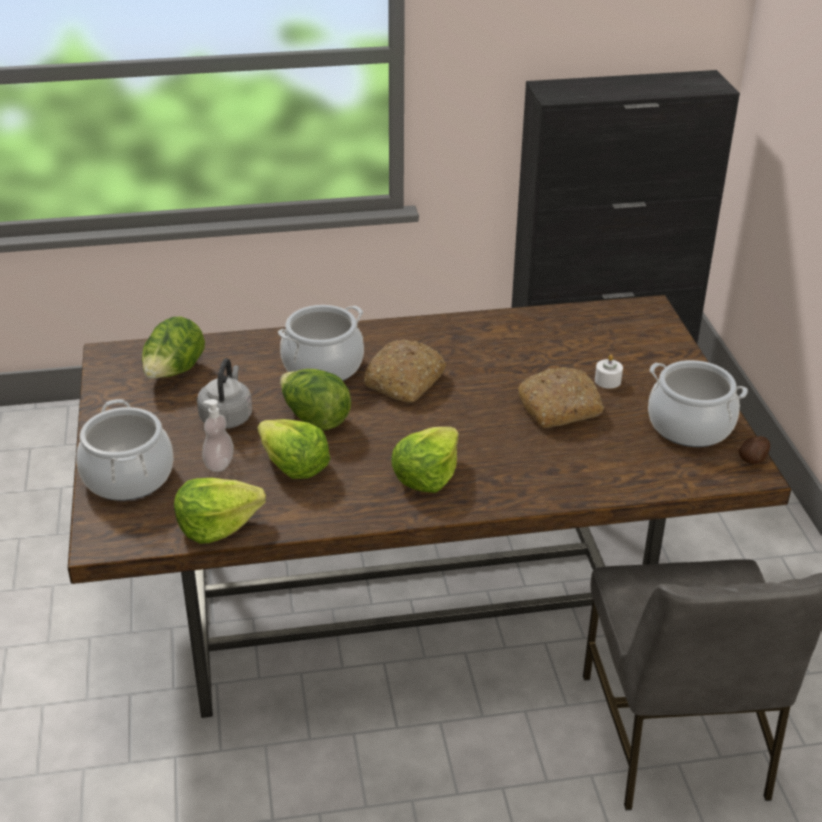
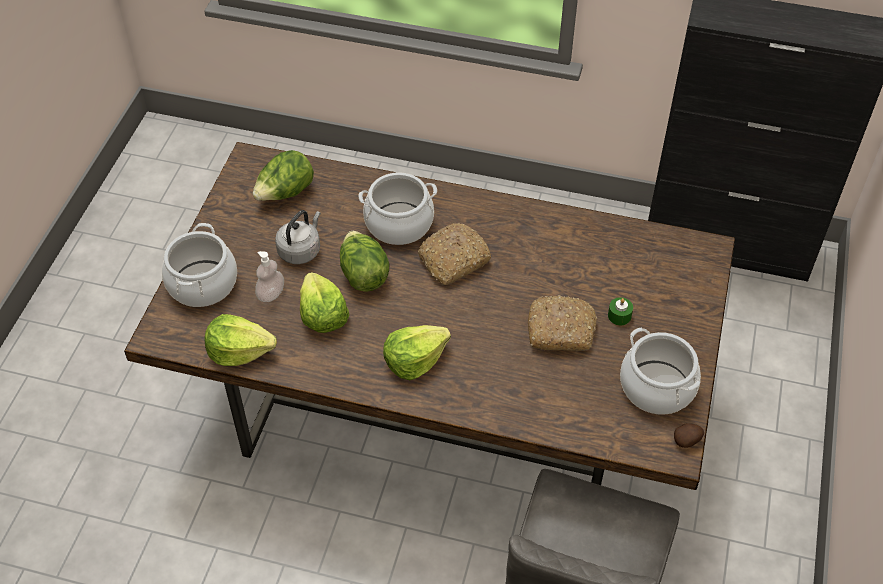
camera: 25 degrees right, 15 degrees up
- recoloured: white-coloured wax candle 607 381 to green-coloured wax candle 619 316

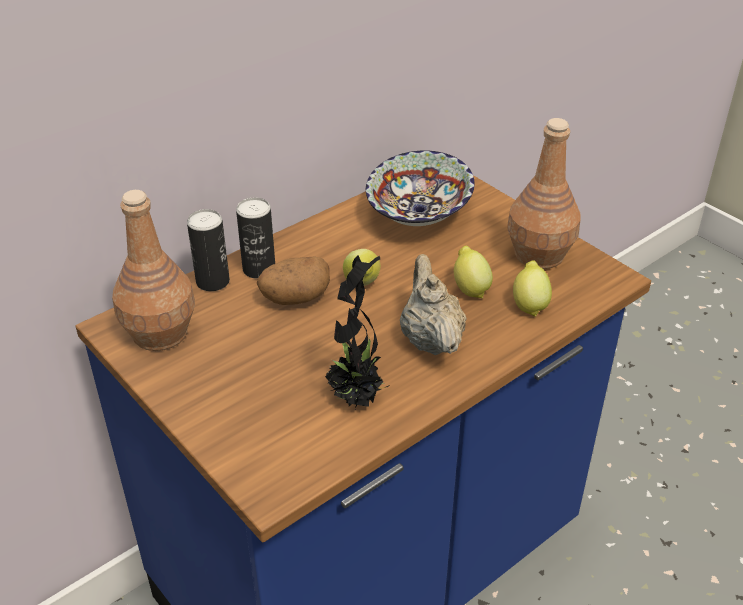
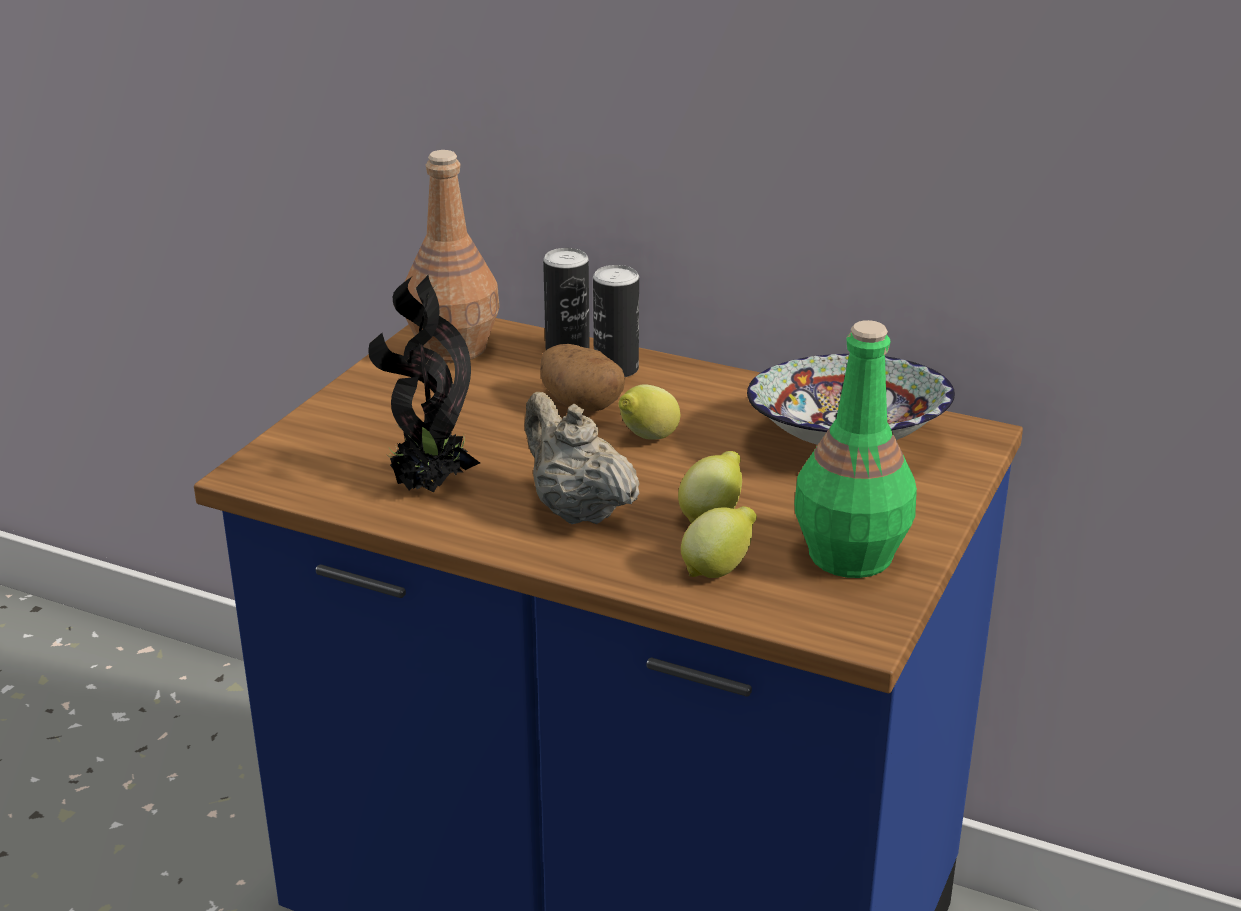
camera: 65 degrees right, 10 degrees down
- turned: beige-coloured teapot 430 339 = 577 510 90 degrees counterclockwise
- recoloured: brown drink bottle 539 255 to green-coloured drink bottle 849 556

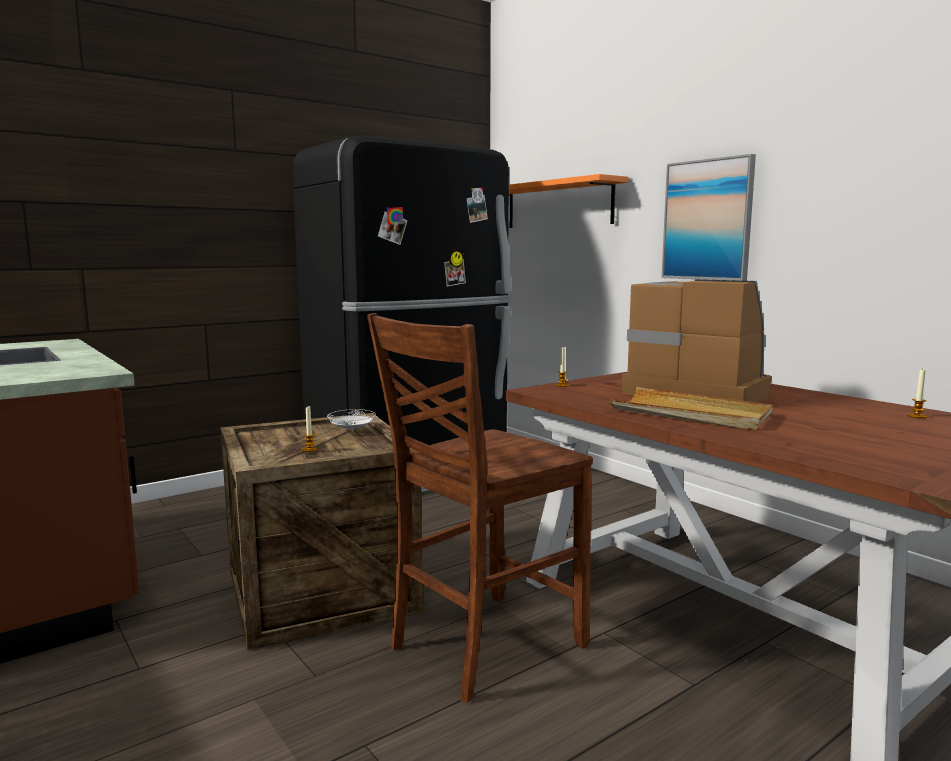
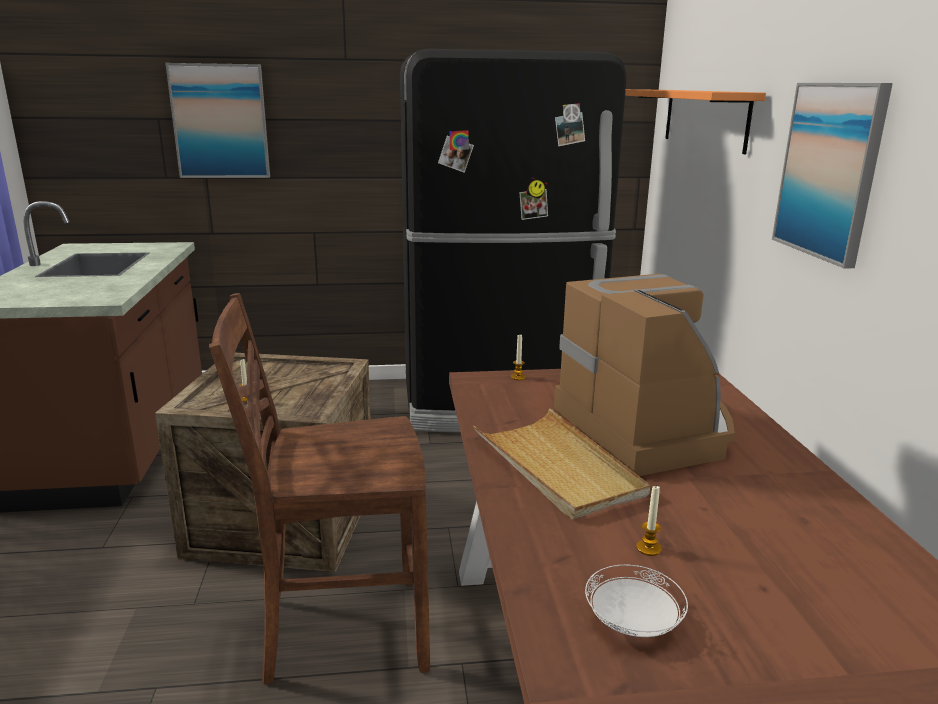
camera: 30 degrees right, 10 degrees up
- moved: white-coloured dinner plate 352 430 to 633 623
- moved: wax candle 917 416 to 648 548
- added: wall picture 220 121

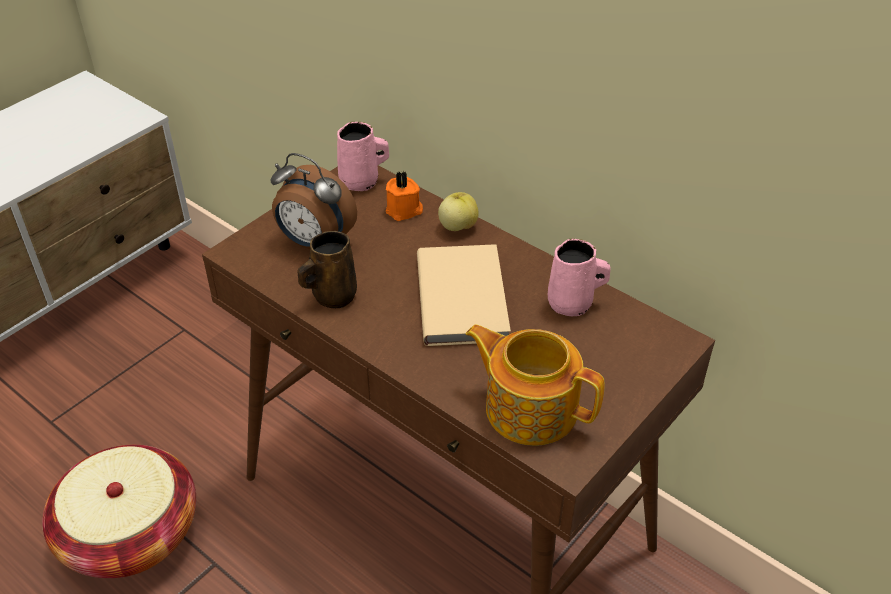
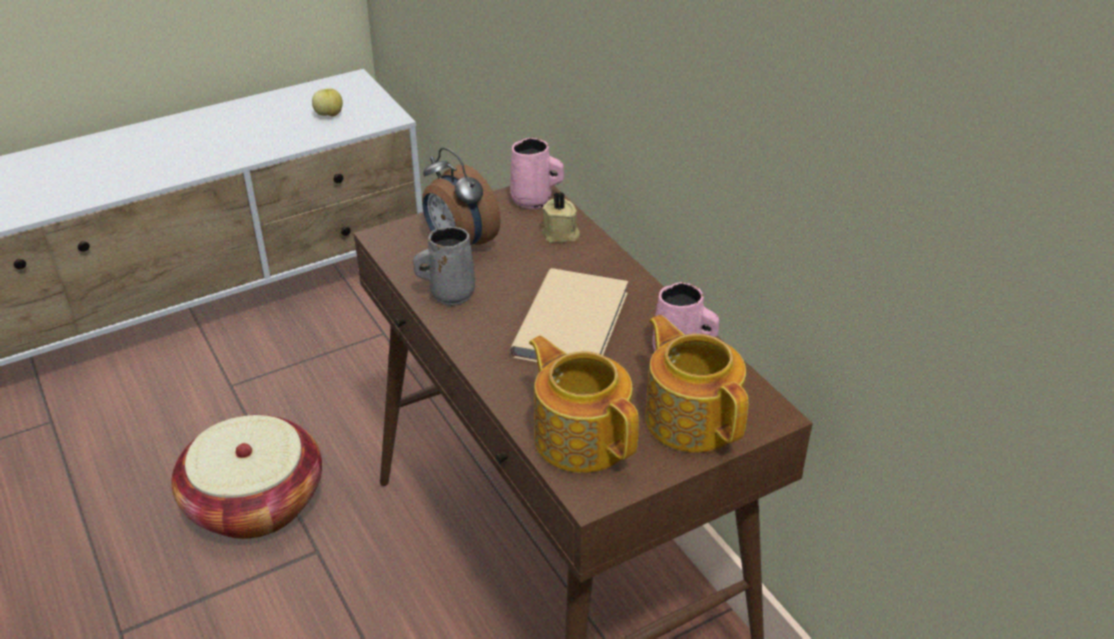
camera: 20 degrees right, 5 degrees down
- recoloured: brown tea mug 332 296 to greyish tea mug 449 294
- recoloured: orange wax candle 404 210 to beige-coloured wax candle 561 234
- moved: apple 457 226 to 329 115
- added: teapot 691 417

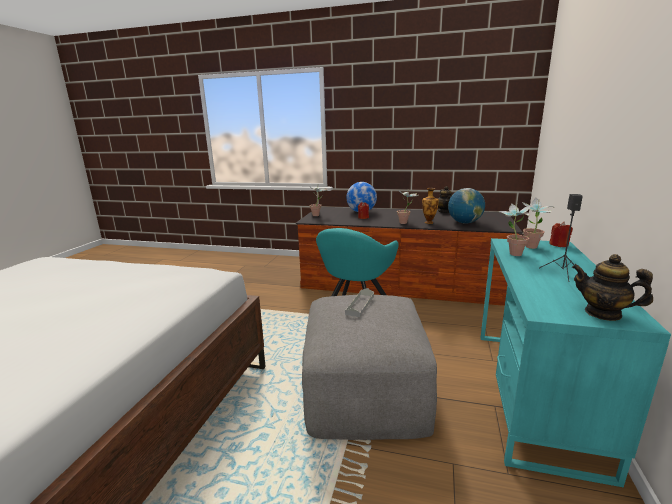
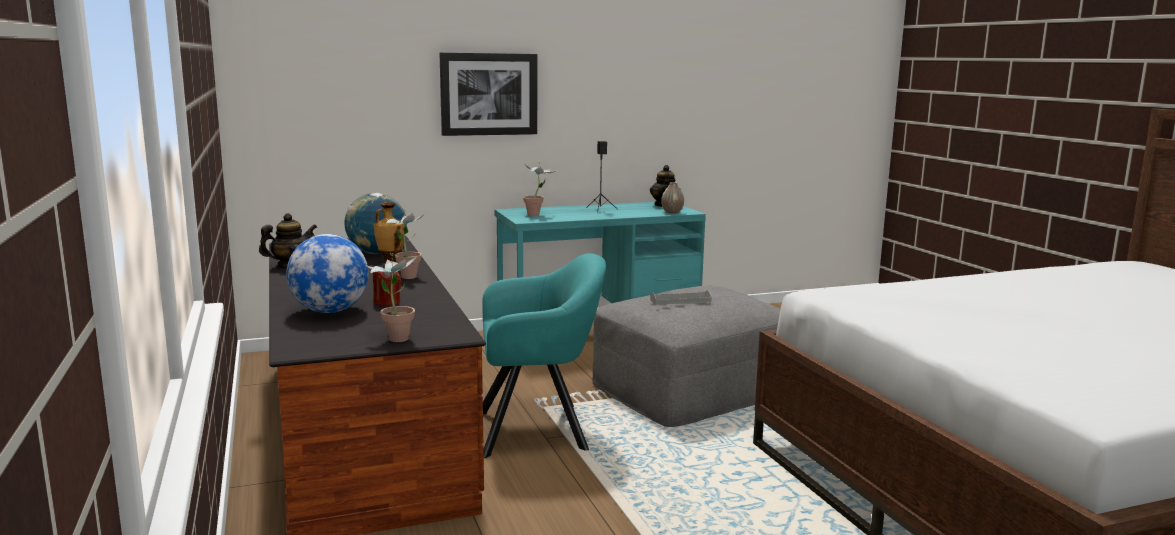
camera: 125 degrees left, 5 degrees down
- removed: houseplant 511 254
- removed: red wax candle 559 245
- added: wall picture 489 94
- added: flower vase 672 212

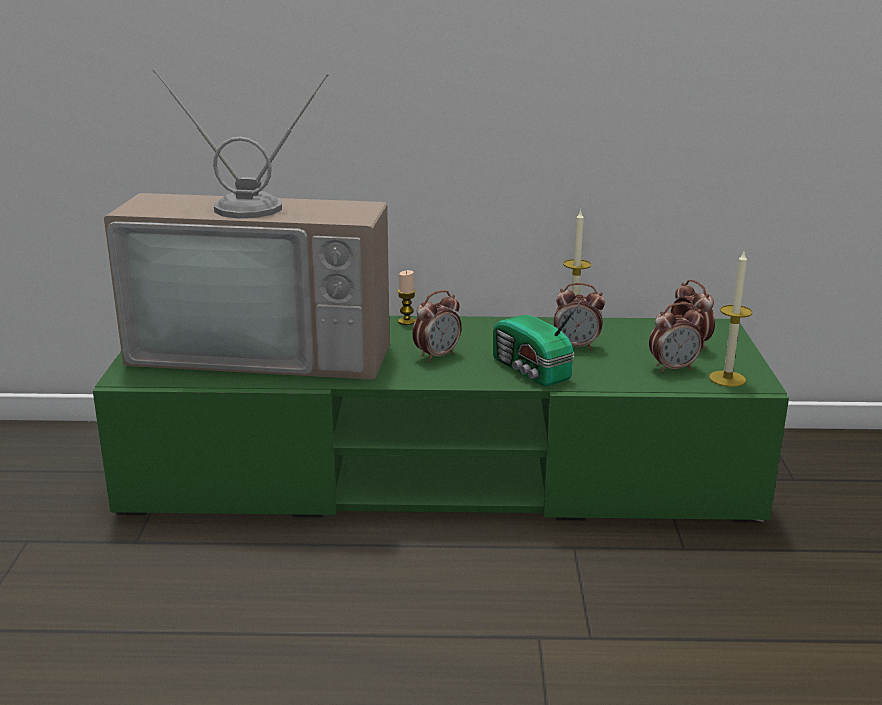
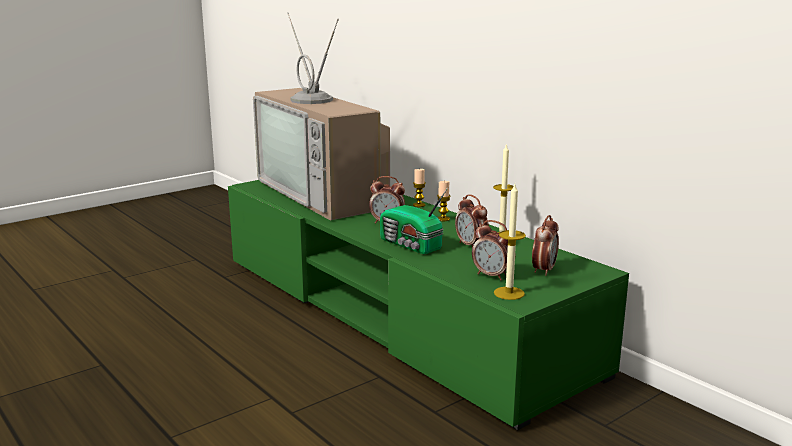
camera: 50 degrees right, 5 degrees down
- turned: radio 530 371 = 410 245 60 degrees counterclockwise
- added: wax candle 443 219

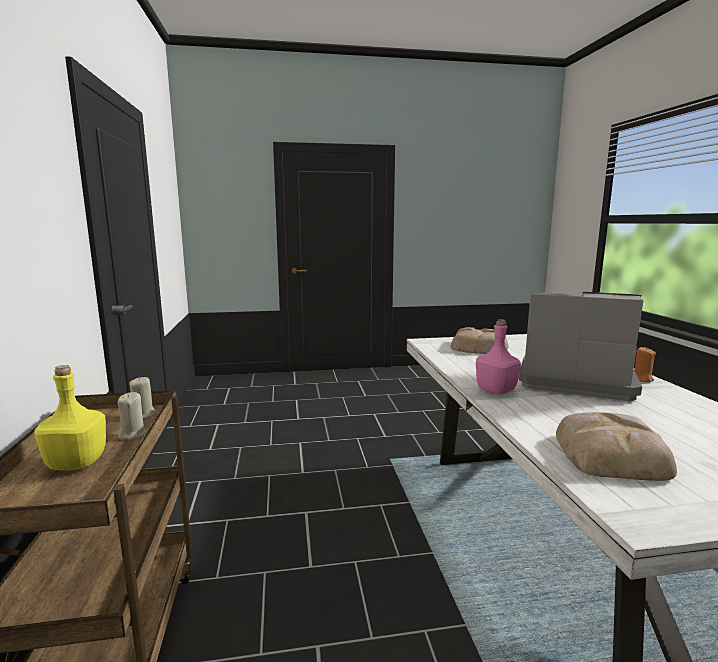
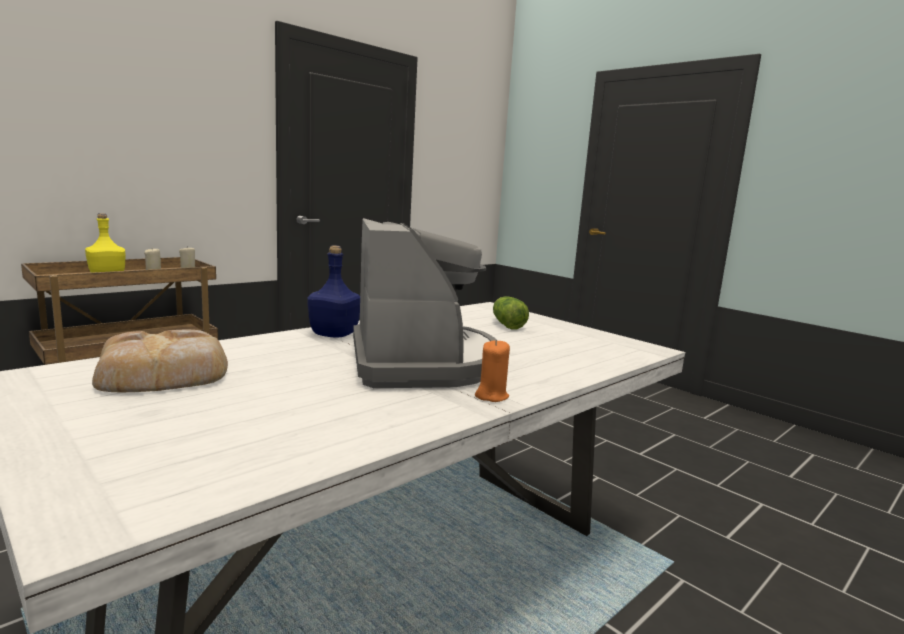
camera: 55 degrees right, 0 degrees up
- replaced: bread 479 347 to lettuce 507 324
- recoloured: pinkish drink bottle 495 390 to blue-coloured drink bottle 333 334

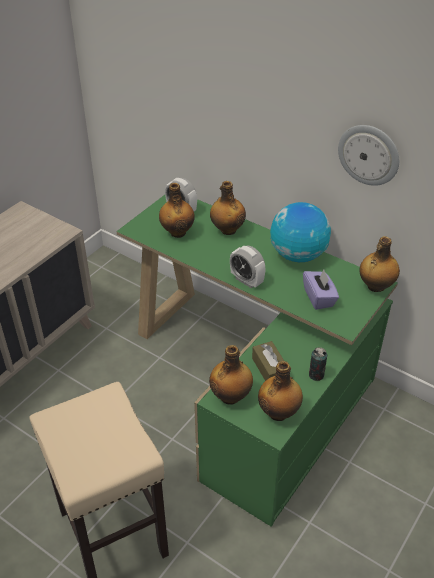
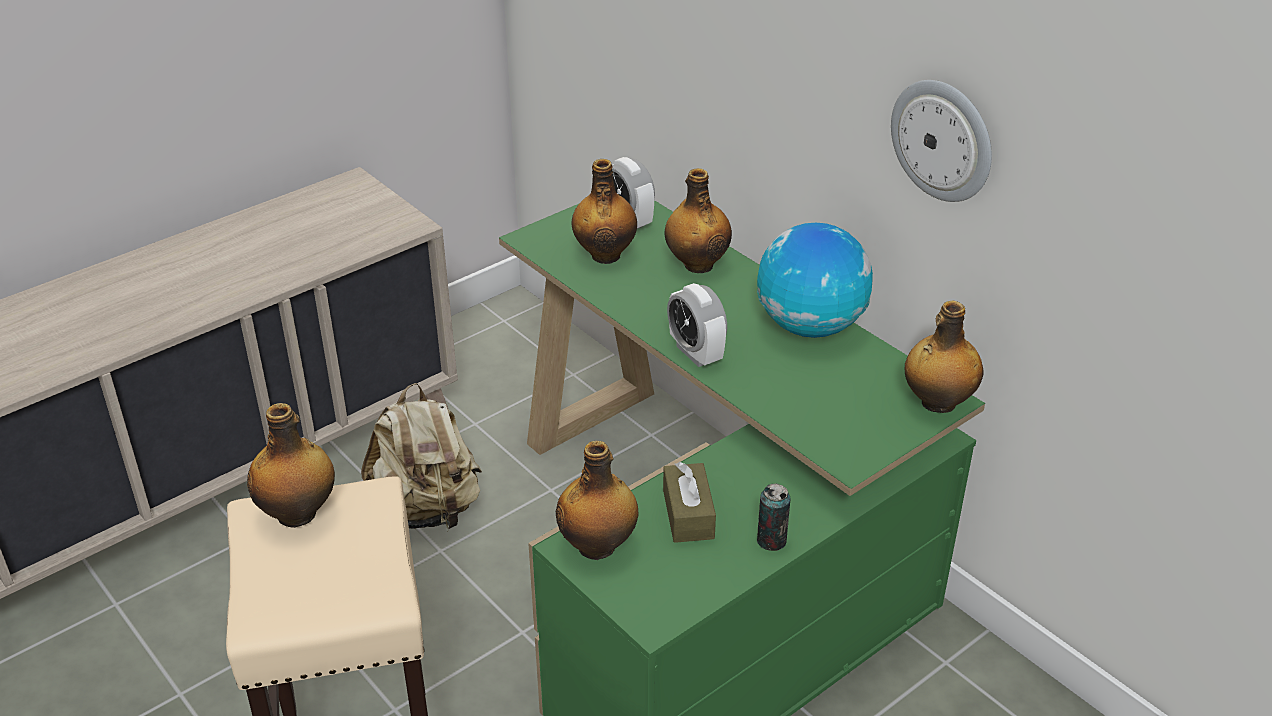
camera: 15 degrees right, 5 degrees down
- moved: drink bottle 279 412 to 298 513
- removed: purplish tissue holder 319 298
- added: beige-coloured backpack 426 510

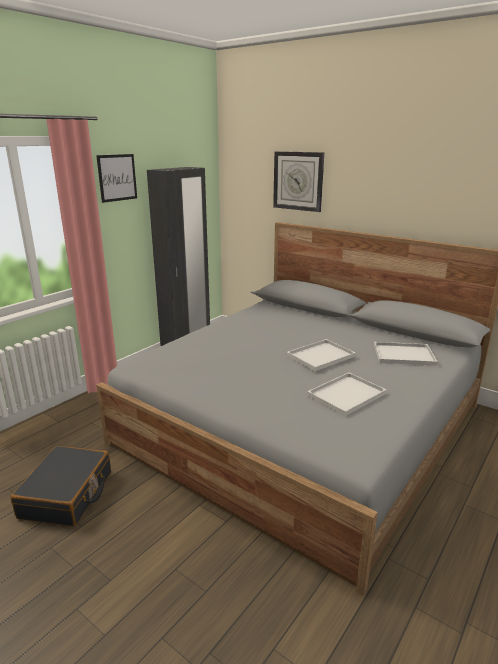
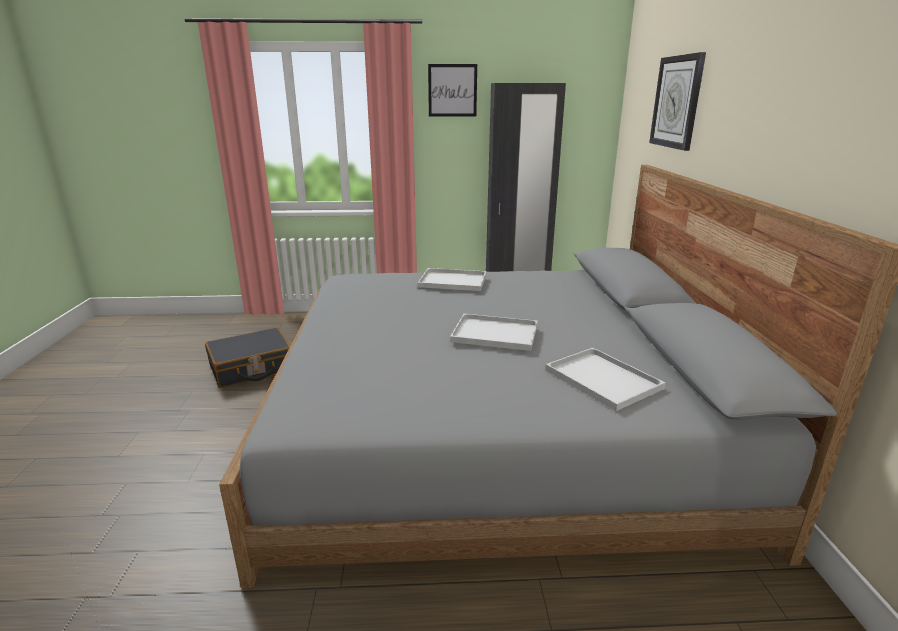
camera: 50 degrees right, 0 degrees up
- moved: white-coloured carrying tray 347 394 to 454 281

